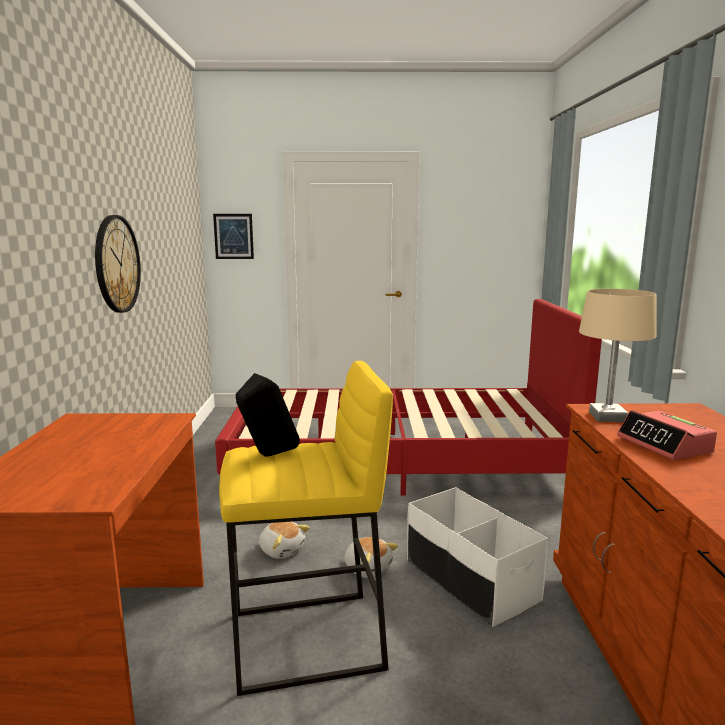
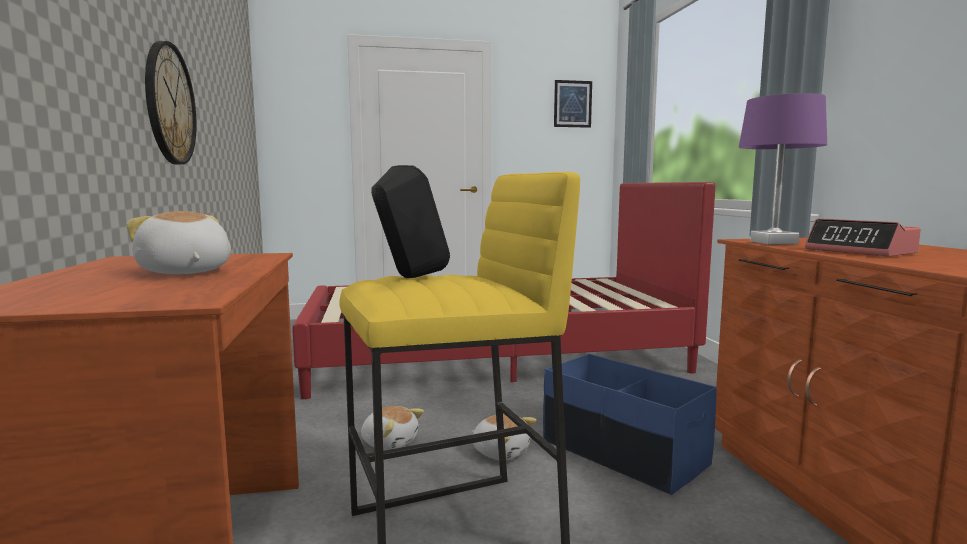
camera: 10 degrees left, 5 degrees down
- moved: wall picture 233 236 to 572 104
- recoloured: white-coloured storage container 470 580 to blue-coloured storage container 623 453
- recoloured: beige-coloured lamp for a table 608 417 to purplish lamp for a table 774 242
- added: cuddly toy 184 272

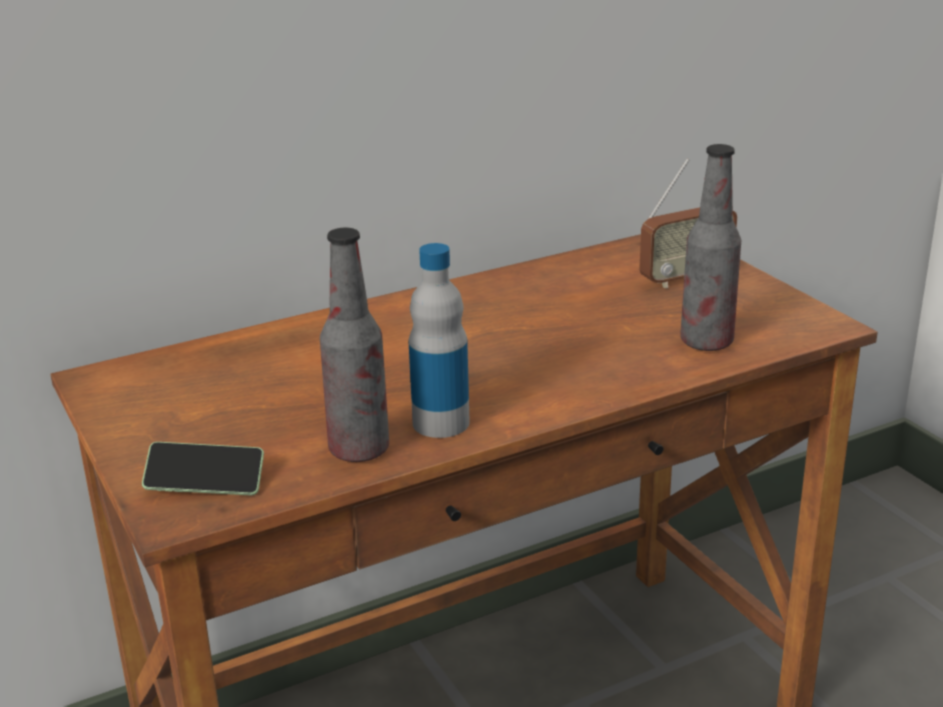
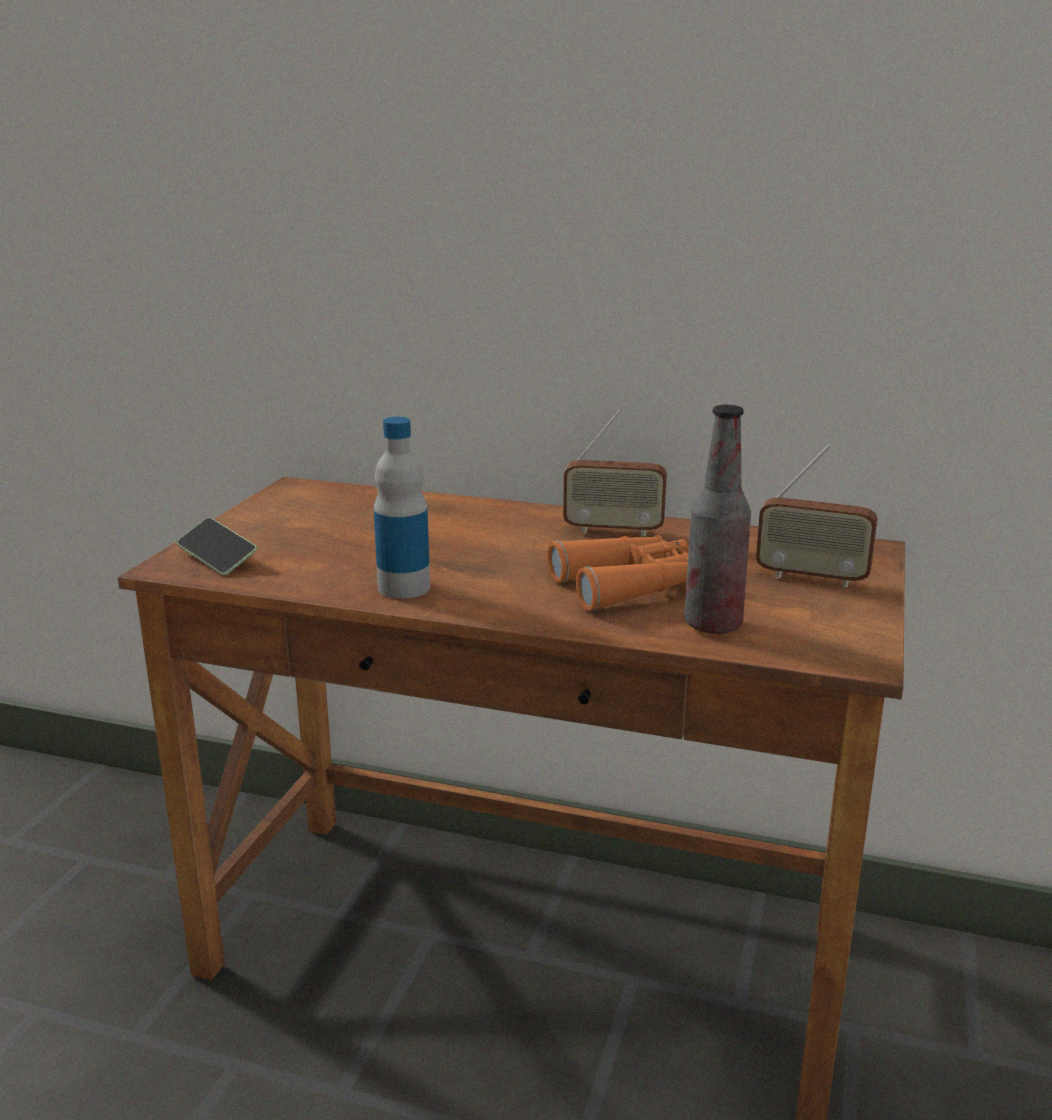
camera: 45 degrees right, 5 degrees down
- removed: drink bottle 359 450
- added: orange pair of binoculars 631 585
- added: radio 613 530

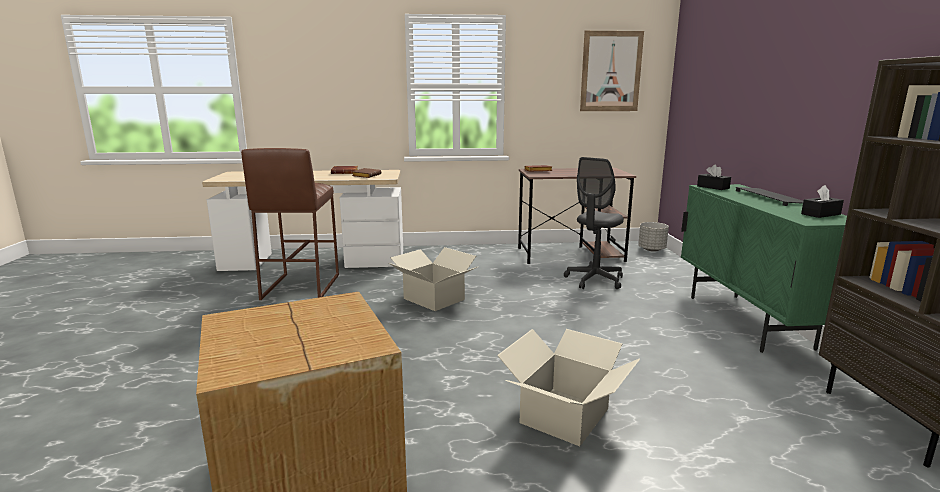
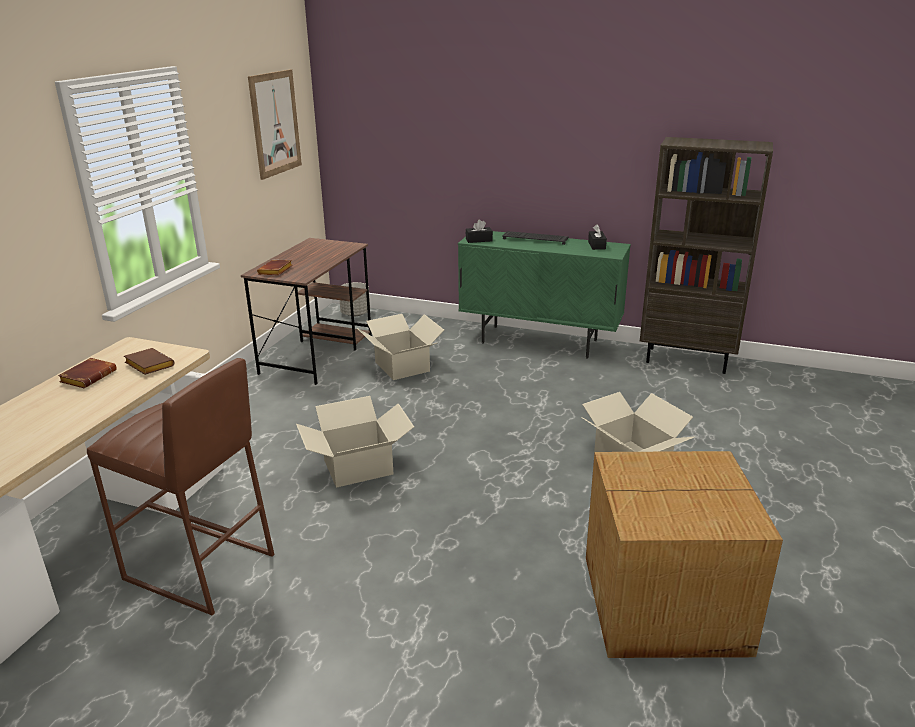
camera: 65 degrees left, 10 degrees up
- replaced: greyish computer chair 594 280 to cardboard box 401 367

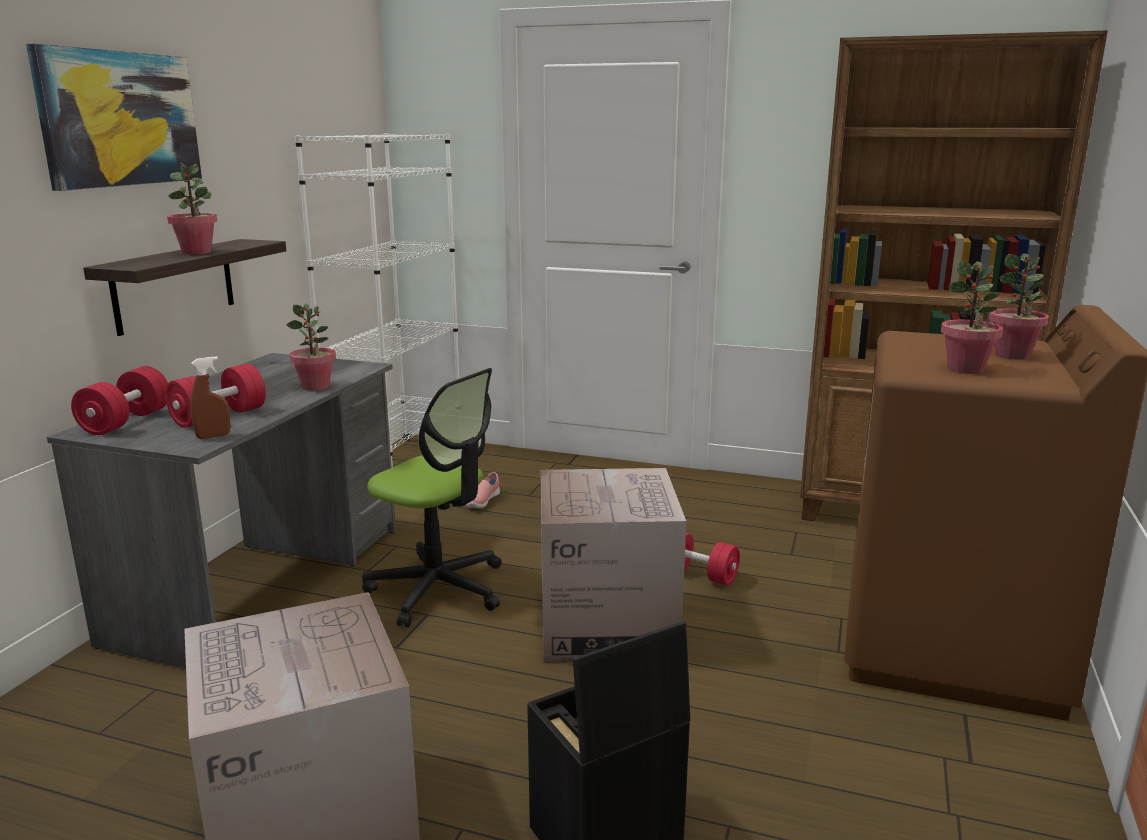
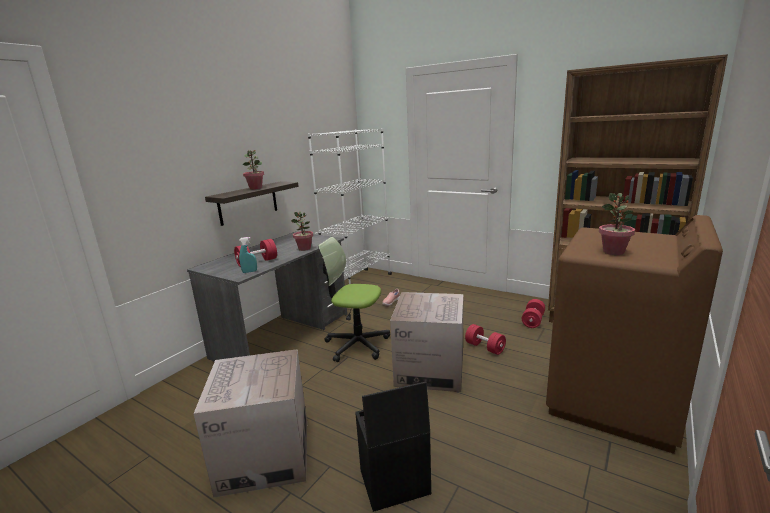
camera: 15 degrees right, 0 degrees up
- removed: wall picture 120 119
- moved: red free weight 126 422 to 533 321
- recoloured: brown spray bottle 213 436 to turquoise-coloured spray bottle 249 271
- turned: computer chair 438 589 = 357 344 150 degrees clockwise
- removed: houseplant 1012 355

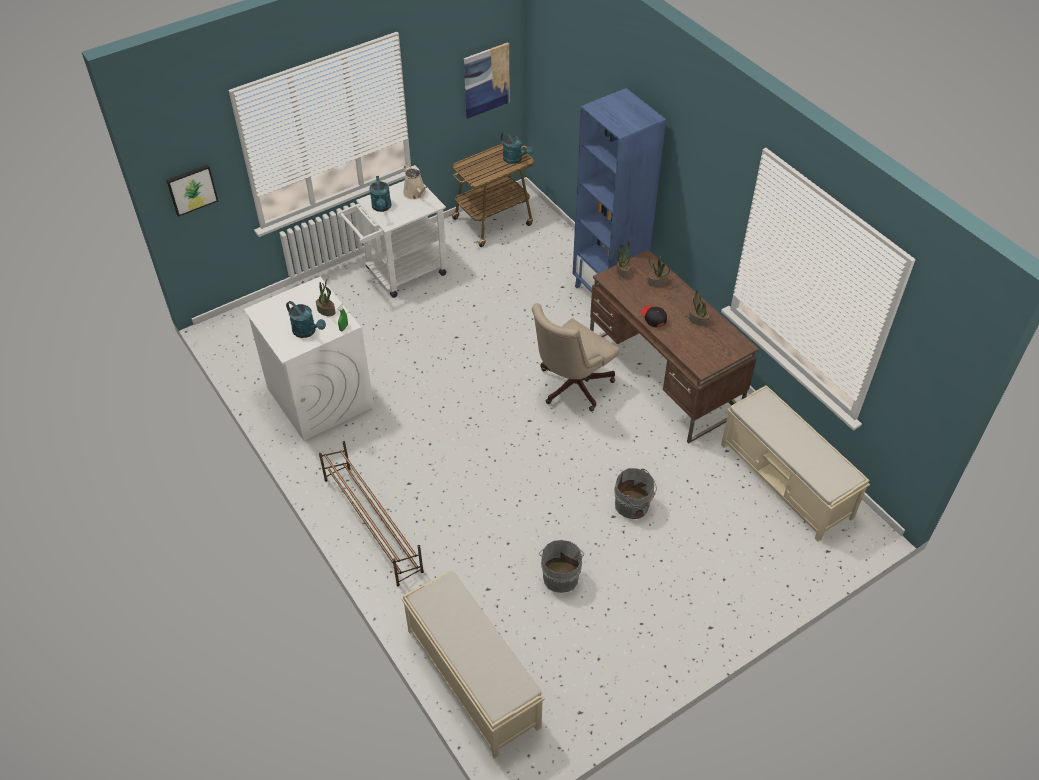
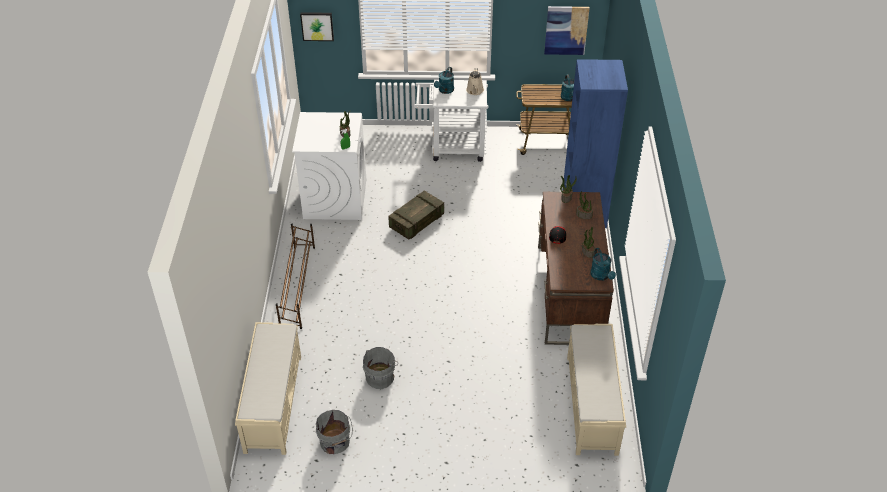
camera: 35 degrees right, 5 degrees down
- moved: turquoise-coloured sprinkling can 307 331 to 601 276
- removed: beige-coloured computer chair 570 387
- moved: greyish bucket 633 505 to 335 443
- added: crate 417 222

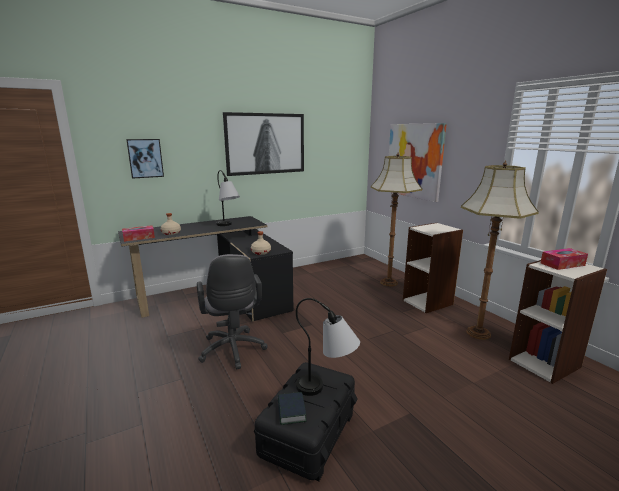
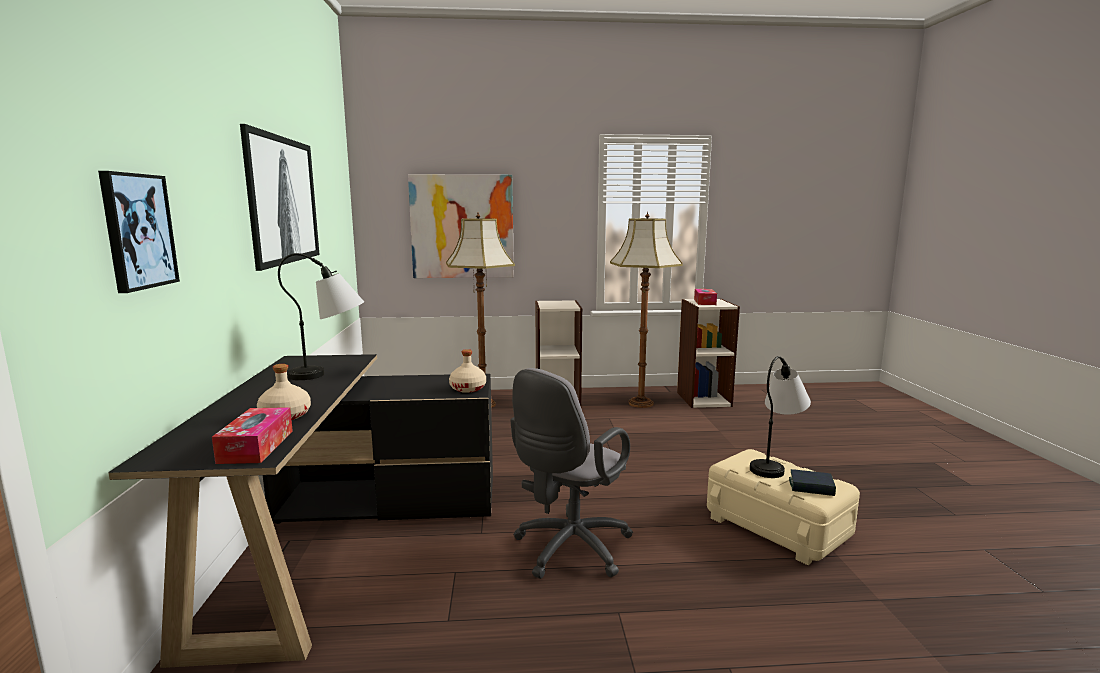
camera: 65 degrees left, 5 degrees down
- turned: greyish computer chair 233 351 = 568 550 120 degrees clockwise
- recoloured: black-coloured storage container 309 434 to beige-coloured storage container 777 526

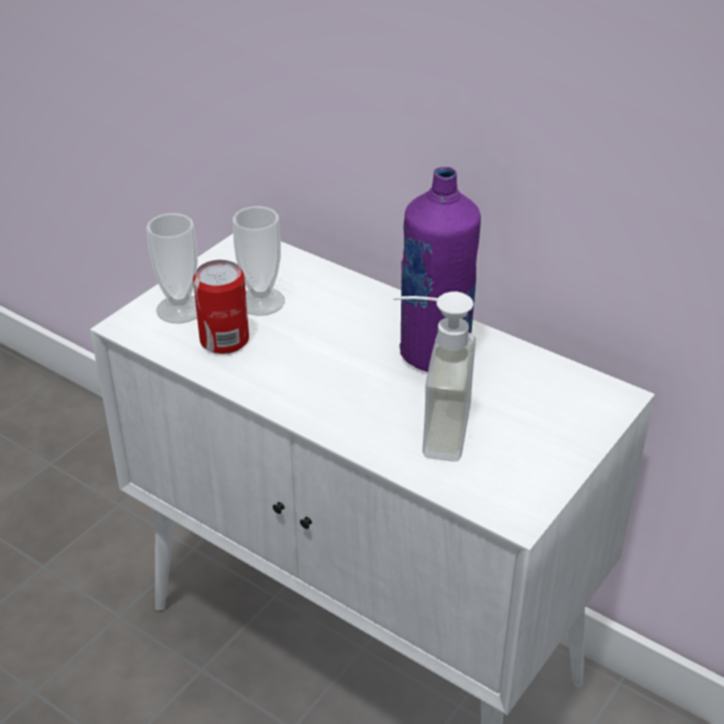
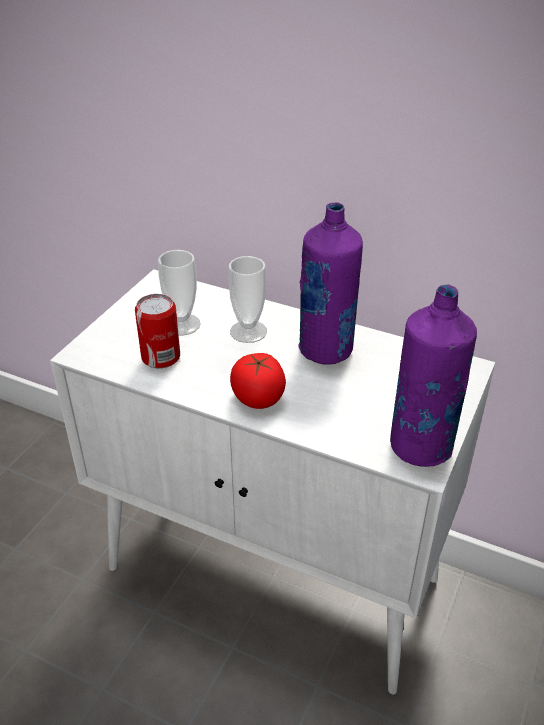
camera: 10 degrees left, 0 degrees up
- moved: cup 180 309 to 248 331
- removed: soap dispenser 427 428
- added: tomato 258 398
- added: purplish drink bottle 420 446

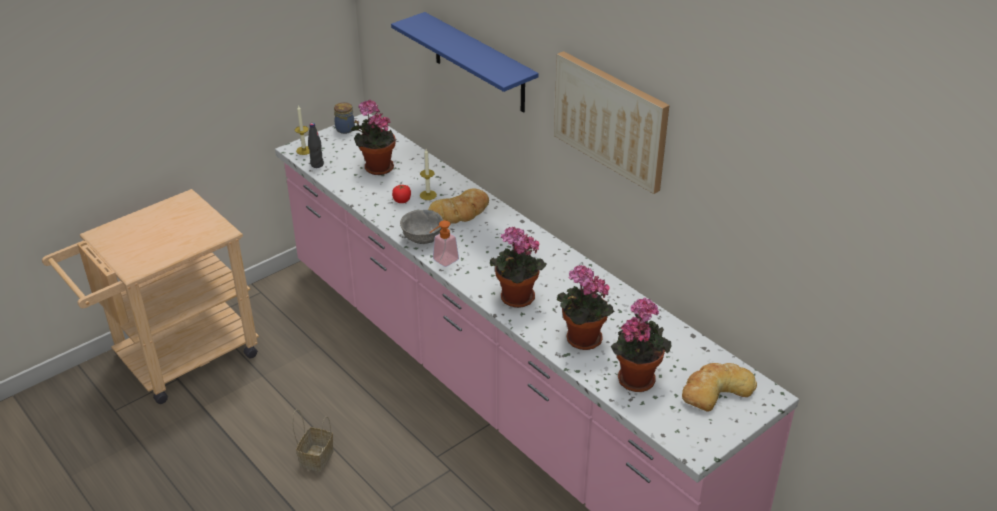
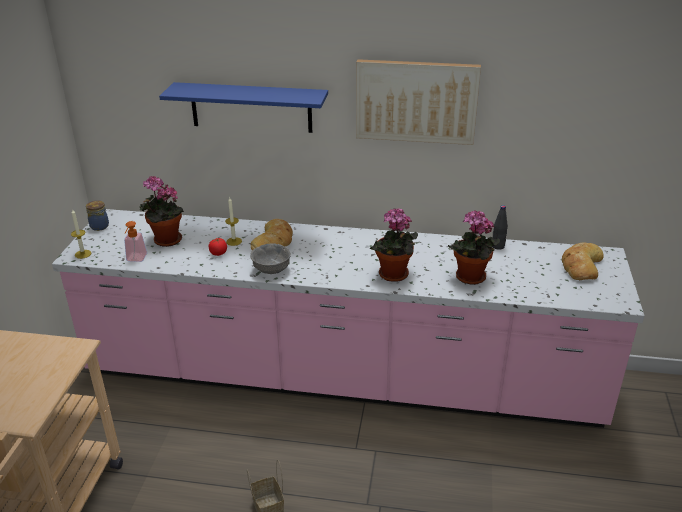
camera: 40 degrees left, 5 degrees down
- moved: black-coloured drink bottle 317 164 to 498 246
- moved: soap dispenser 442 262 to 135 259
- removed: houseplant 636 377

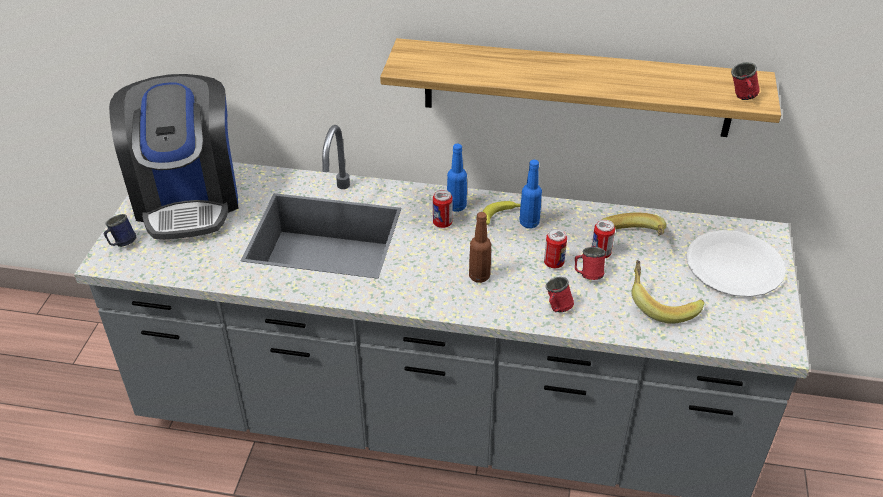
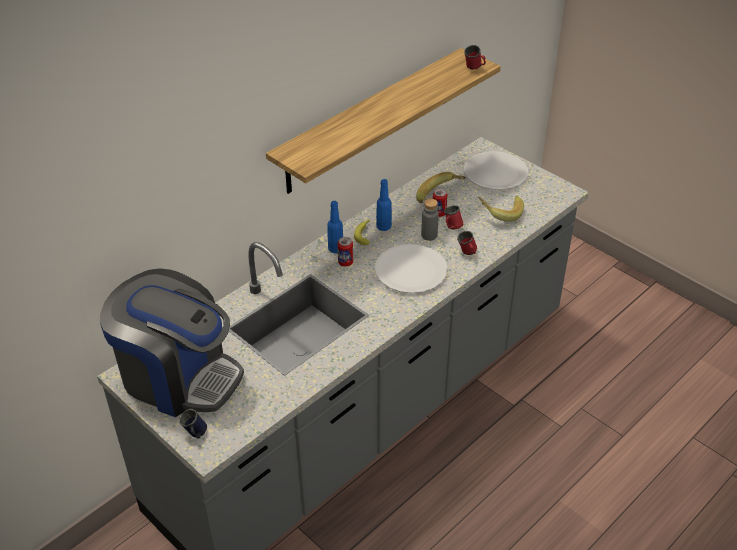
camera: 55 degrees left, 0 degrees up
- replaced: brown drink bottle 479 276 to white-coloured dinner plate 411 270
- replaced: can 554 263 to greyish drink bottle 429 235

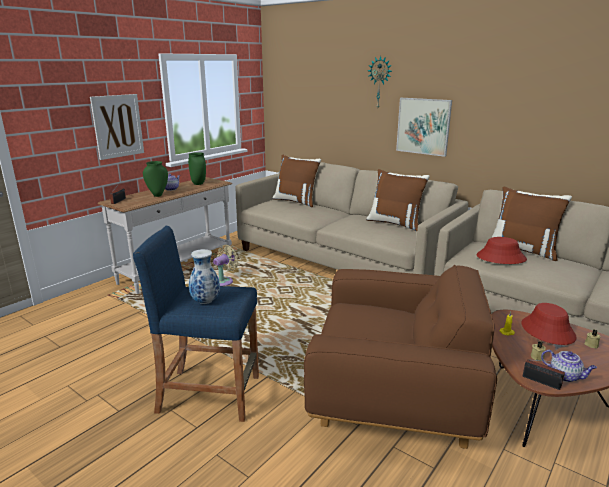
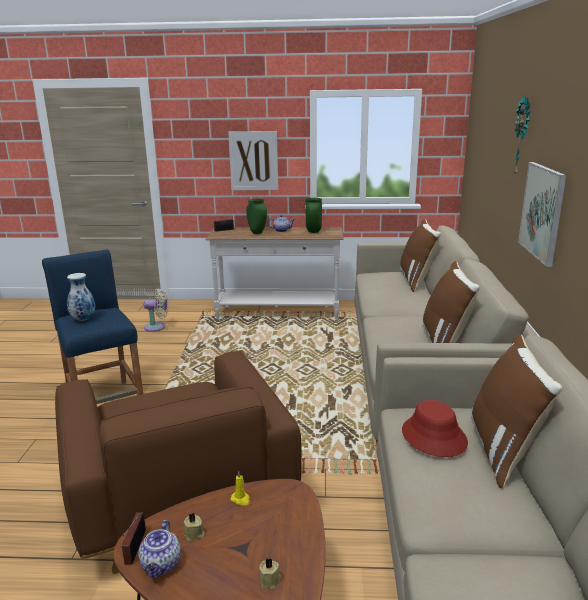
camera: 55 degrees right, 0 degrees up
- moved: beige-coloured electric fan 224 281 to 157 327
- removed: red wearable hat 547 331

